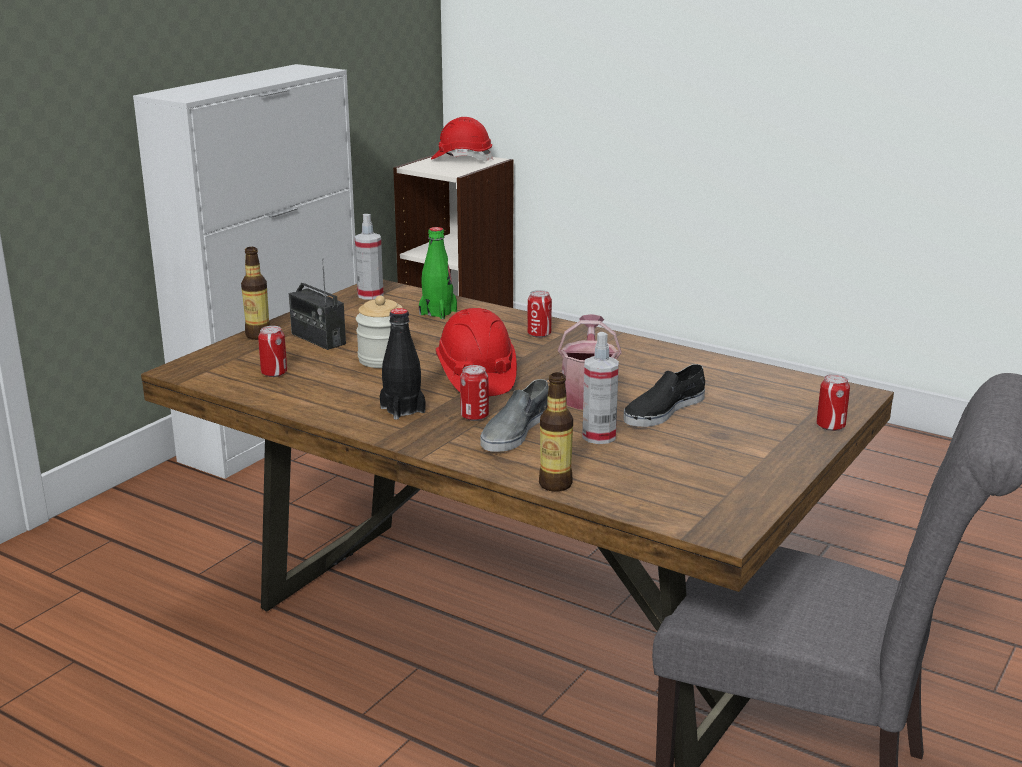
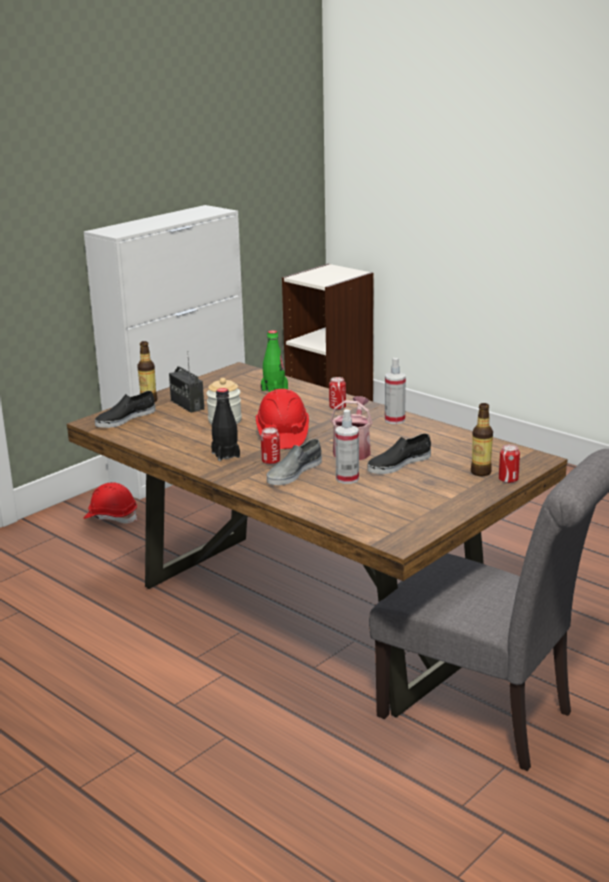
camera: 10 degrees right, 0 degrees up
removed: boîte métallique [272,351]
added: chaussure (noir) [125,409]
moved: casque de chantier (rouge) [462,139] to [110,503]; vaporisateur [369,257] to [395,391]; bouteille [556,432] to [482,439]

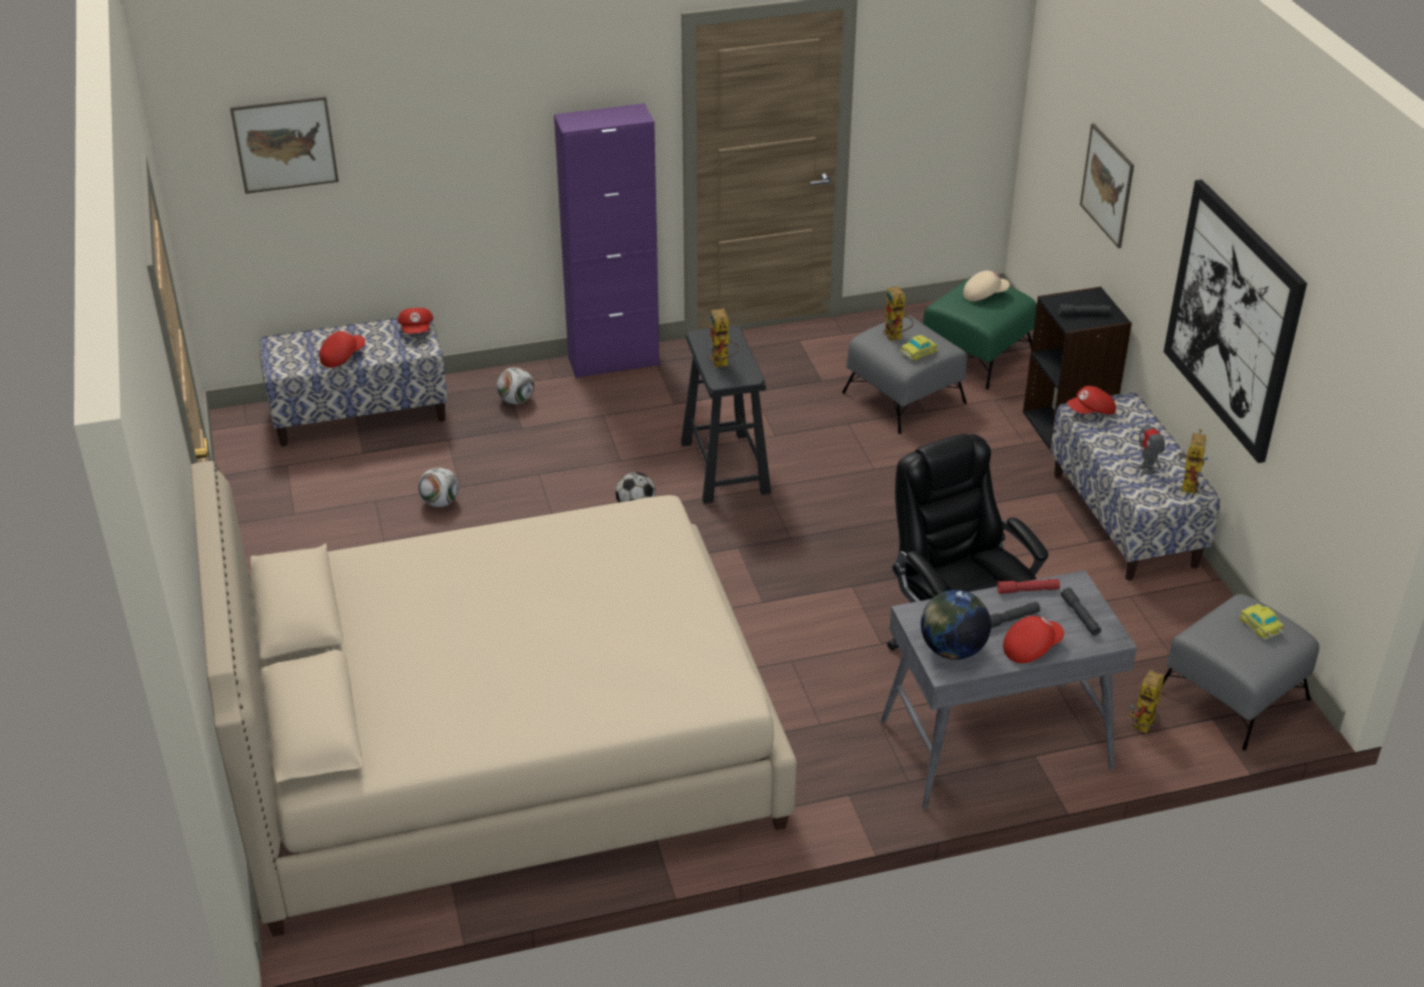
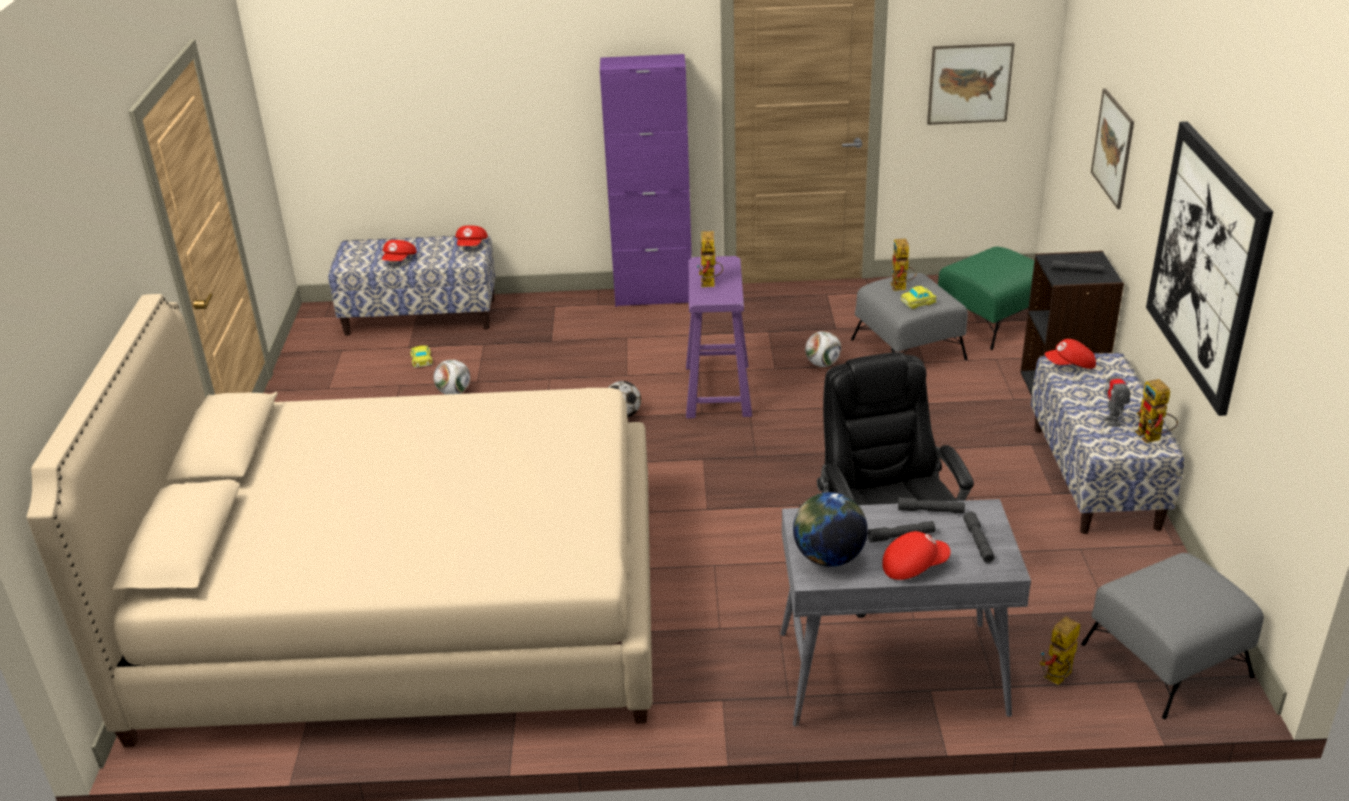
camera: 15 degrees right, 5 degrees down
removed: casquette (beige) [986,286]
moved: petite voiture [1261,622] to [421,356]; ballon de foot [515,385] to [823,349]; tableau [284,145] to [970,84]
recoloured: tabouret (noir) [726,415] to tabouret (violet) [719,337]; lampe de poche (rouge) [1028,586] to lampe de poche (gris) [931,505]
turned: casquette (rouge) [342,349] = [399,250] 135 degrees clockwise; robot jouet [1193,461] = [1156,411] 135 degrees clockwise

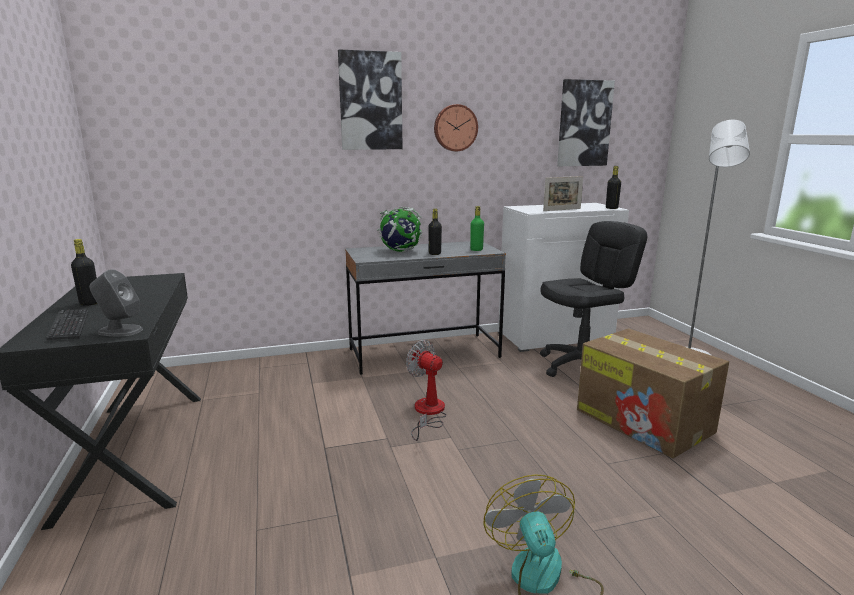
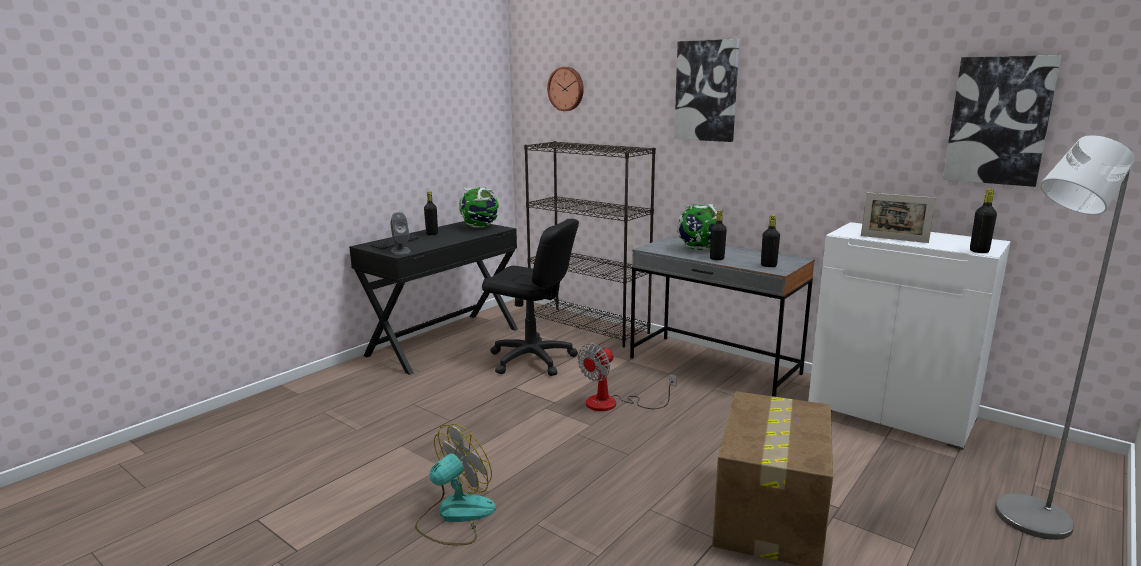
camera: 55 degrees right, 0 degrees up
added: globe [479,207]; bibliothèque (noir) [590,244]
moved: chaise de bureau (noir) [593,299] to [530,297]; horloge murale [456,127] to [565,89]
recoloured: bouteille (vert) [477,228] to bouteille (noir) [770,241]
turned: ventilateur [426,390] = [627,377] 150 degrees counterclockwise

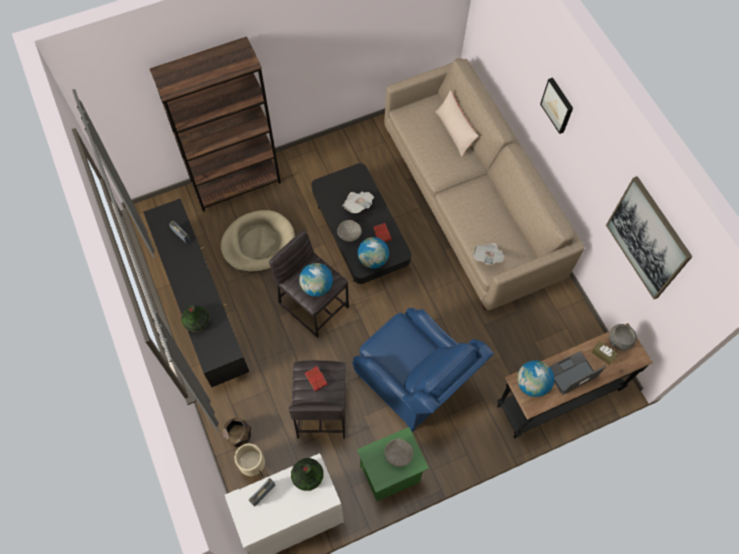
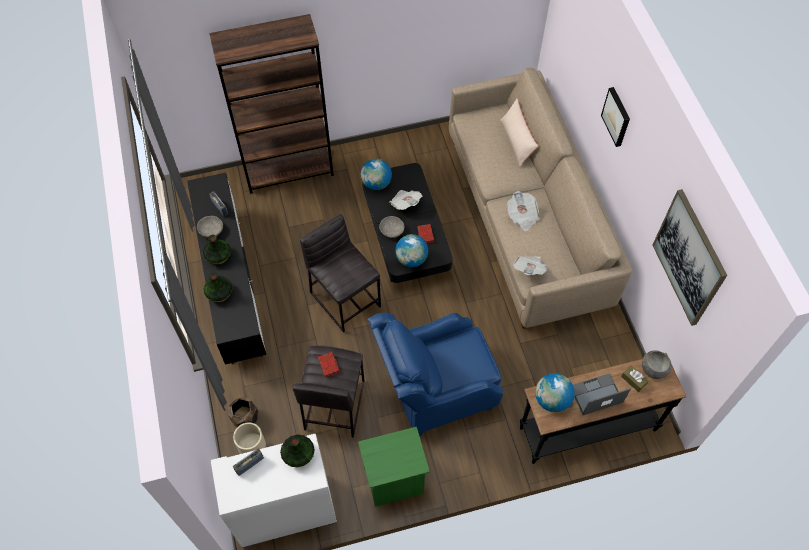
camera: 10 degrees right, 5 degrees down
removed: panier pour chien (beige) [258,241]
added: vase [217,250]; journal [523,211]
moved: bol (gris) [398,453] to [210,227]; globe [316,280] to [376,174]
turned: fauteuil (bleu) [423,370] = [435,374] 105 degrees clockwise

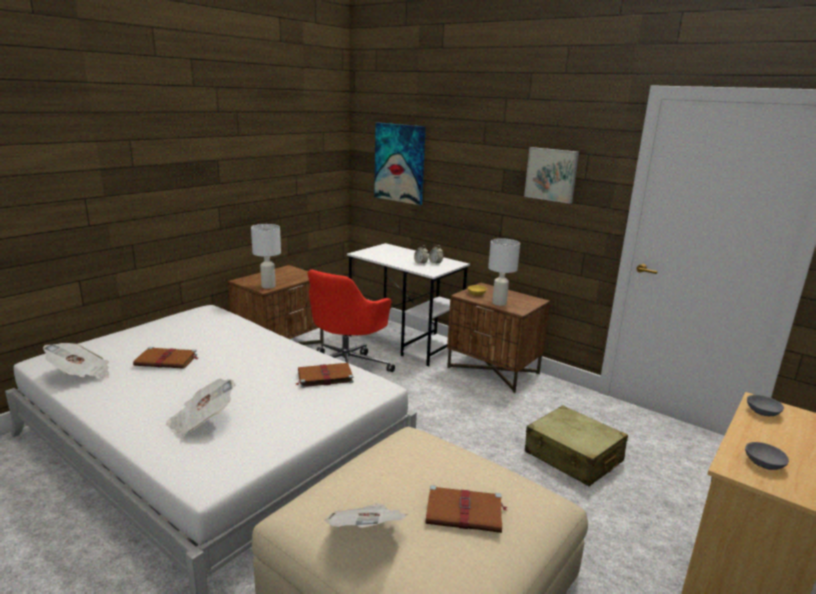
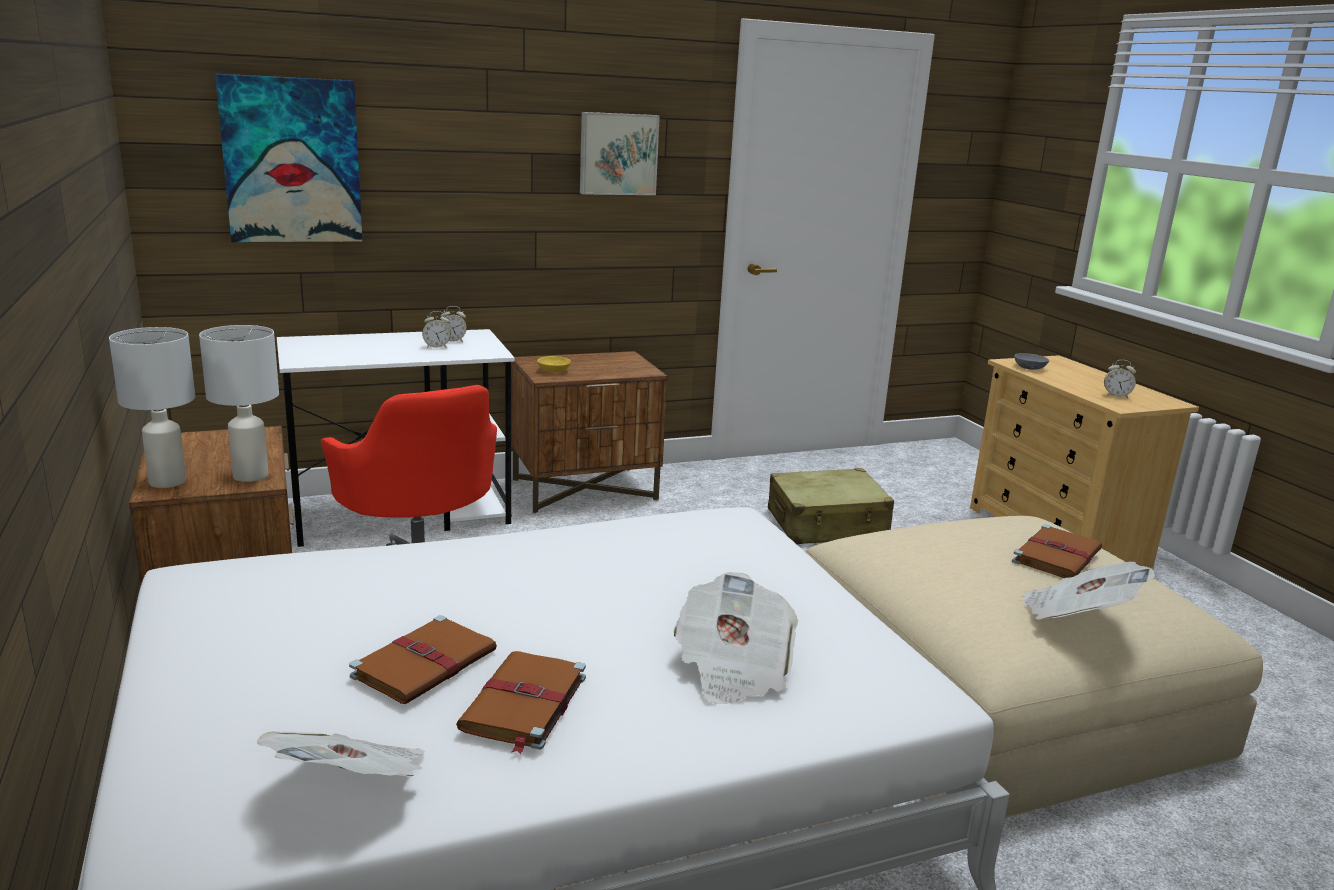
camera: 60 degrees left, 0 degrees up
moved: lampe de table (blanc) [504,272] to [152,407]; livre (marron) [324,375] to [521,702]
replaced: bol (gris) [767,456] to réveil [1120,379]

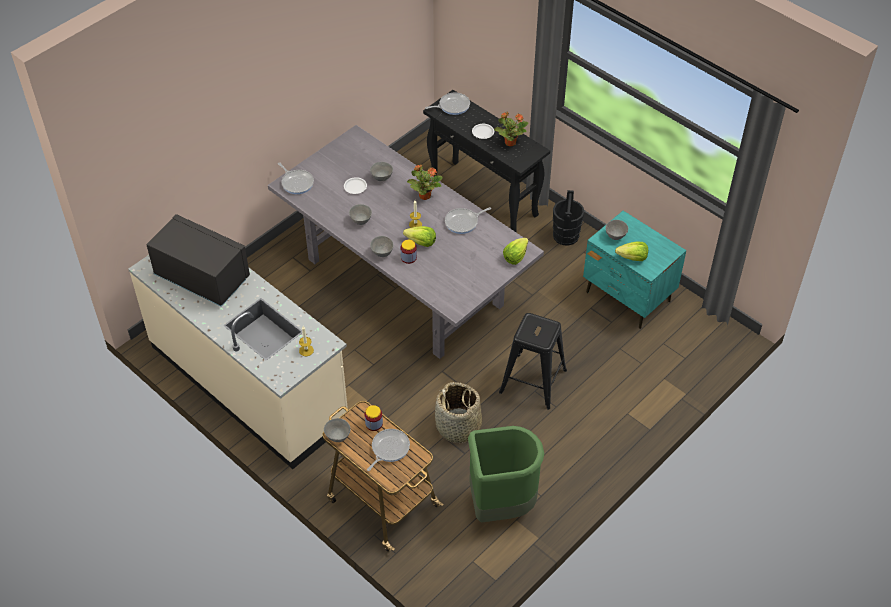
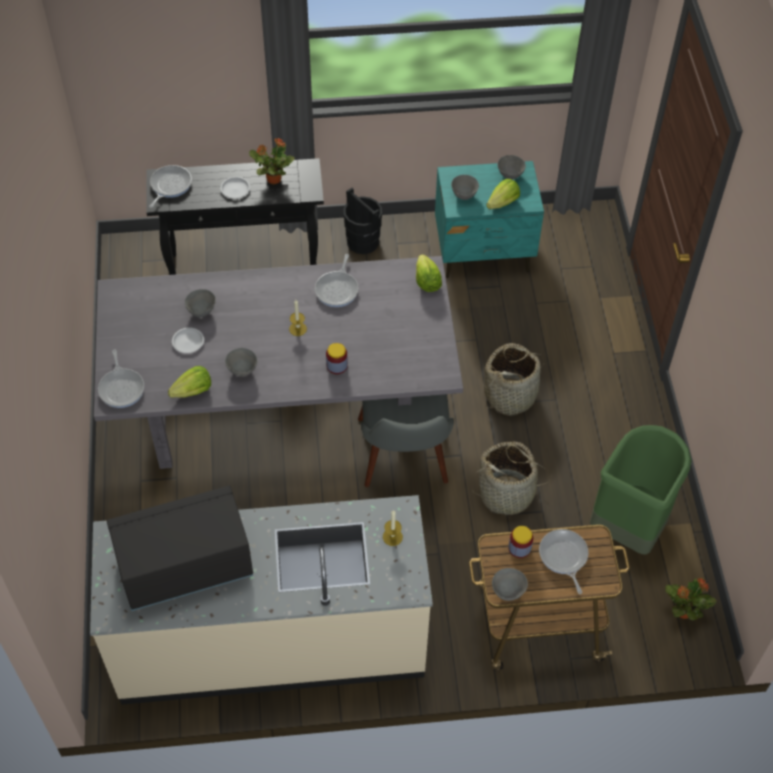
camera: 50 degrees left, 5 degrees up
added: chaise (gris) [406,440]
moved: laitue [419,236] to [189,382]; bol (gris) [382,246] to [511,167]; plante en pot [425,182] to [691,599]
replaced: tabouret (noir) [533,361] to panier [514,379]
turned: poêle [296,178] = [121,379] 75 degrees clockwise

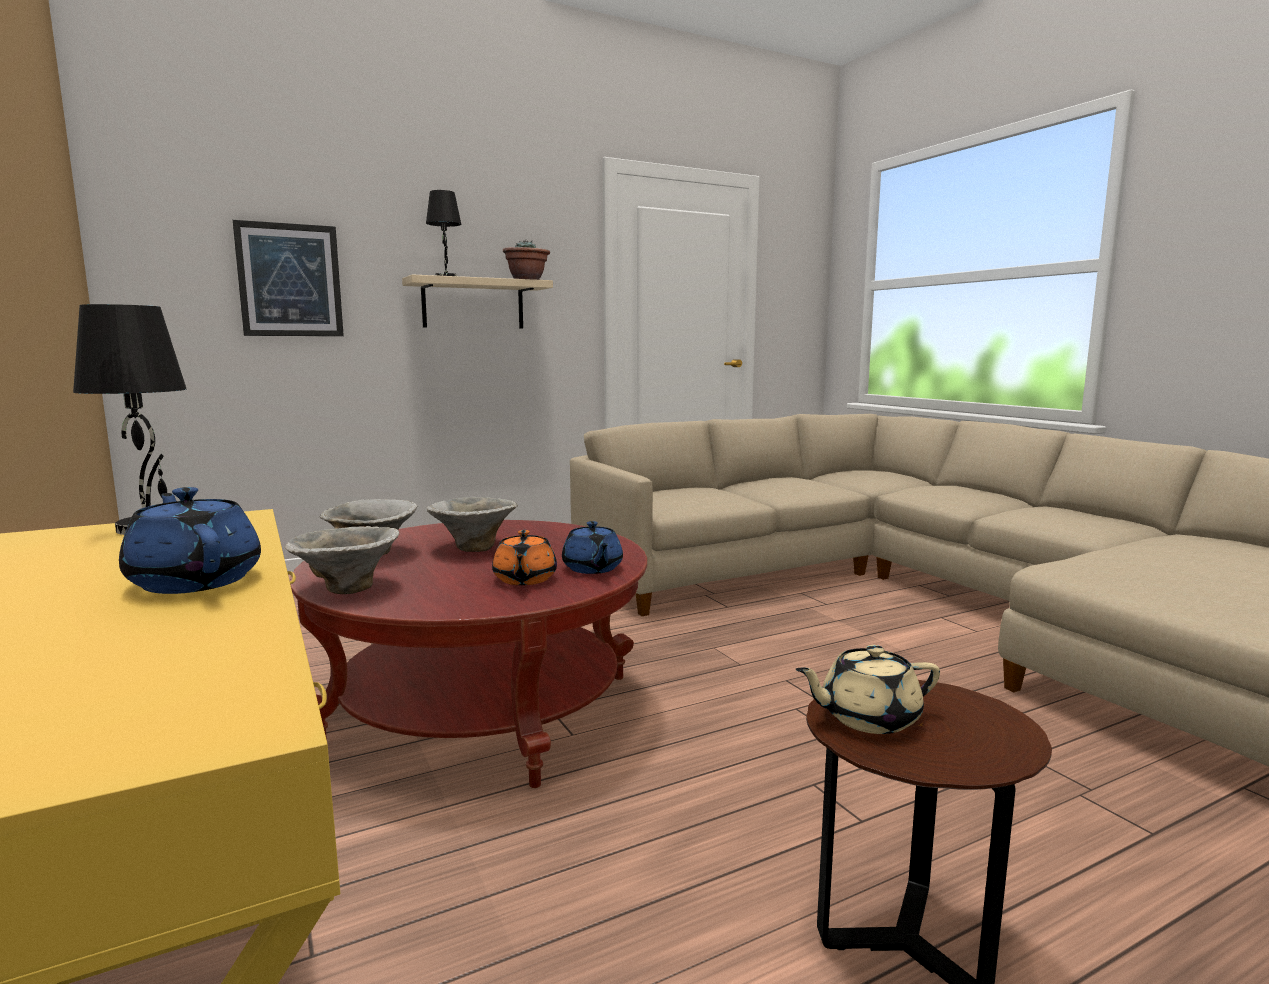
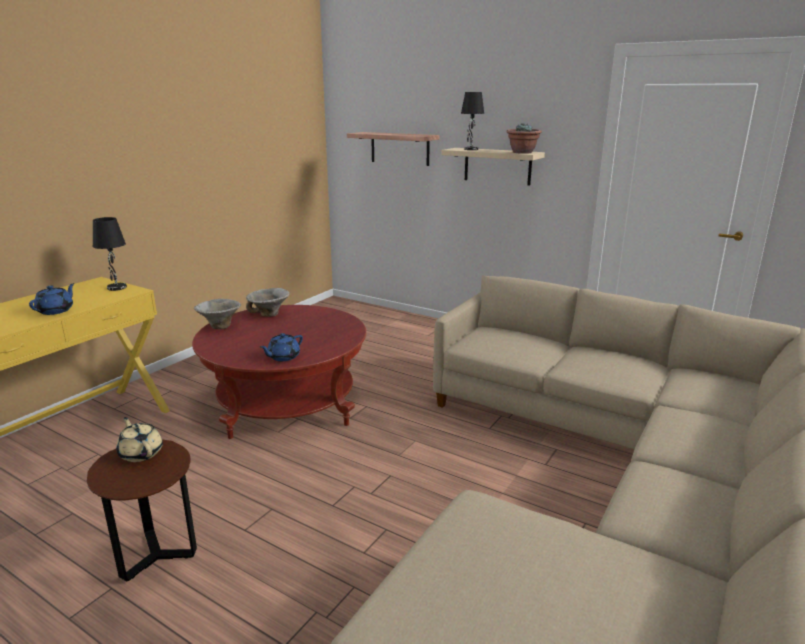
camera: 60 degrees right, 10 degrees up
removed: bol [472,524]; théière (orange) [524,557]
replaced: tableau [288,278] to étagère [393,149]

